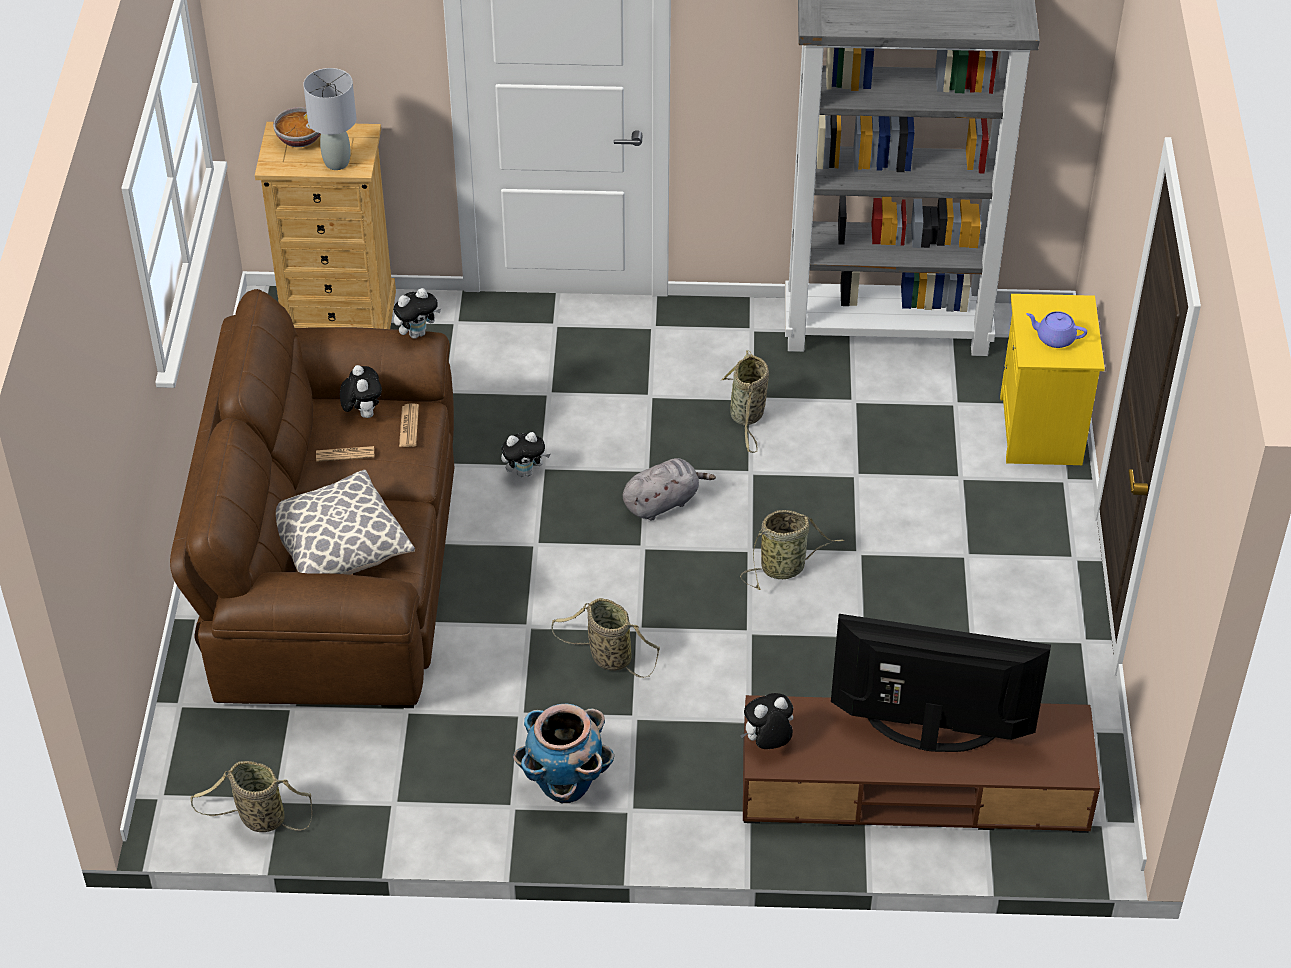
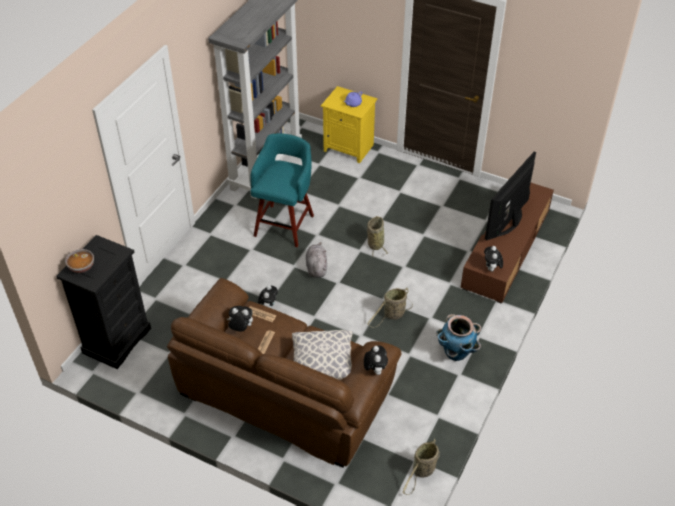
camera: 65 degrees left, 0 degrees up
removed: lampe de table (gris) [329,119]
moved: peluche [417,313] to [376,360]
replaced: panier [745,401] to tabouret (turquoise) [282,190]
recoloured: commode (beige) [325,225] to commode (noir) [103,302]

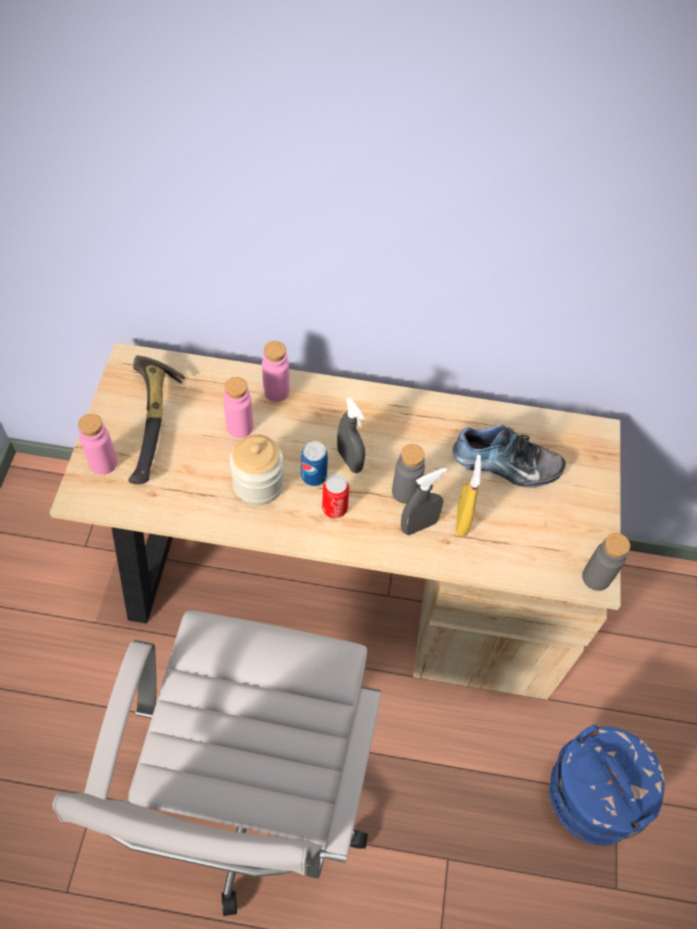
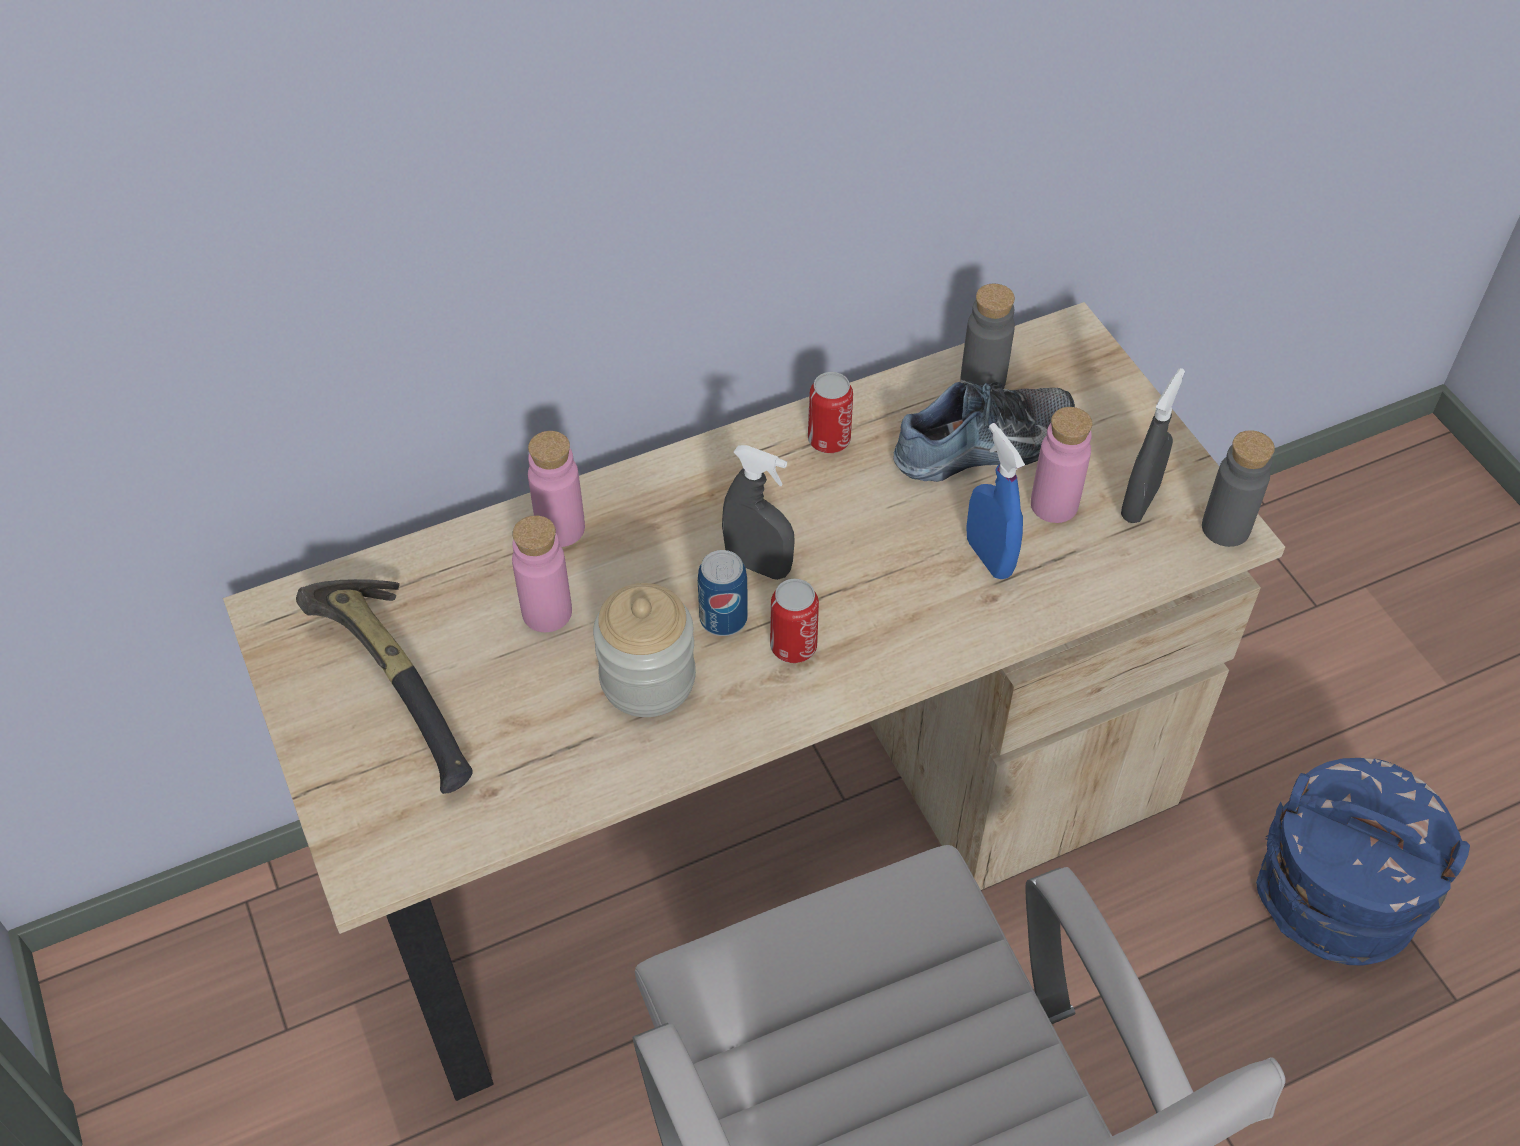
camera: 30 degrees left, 5 degrees down
added: boîte métallique [830,412]
moved: bouteille (gris) [408,474] to [987,337]; bouteille (rose) [97,444] to [1061,465]; vaporisateur (gris) [424,501] to [1153,445]
recoloured: vaporisateur (jaune) [469,496] to vaporisateur (bleu) [995,501]

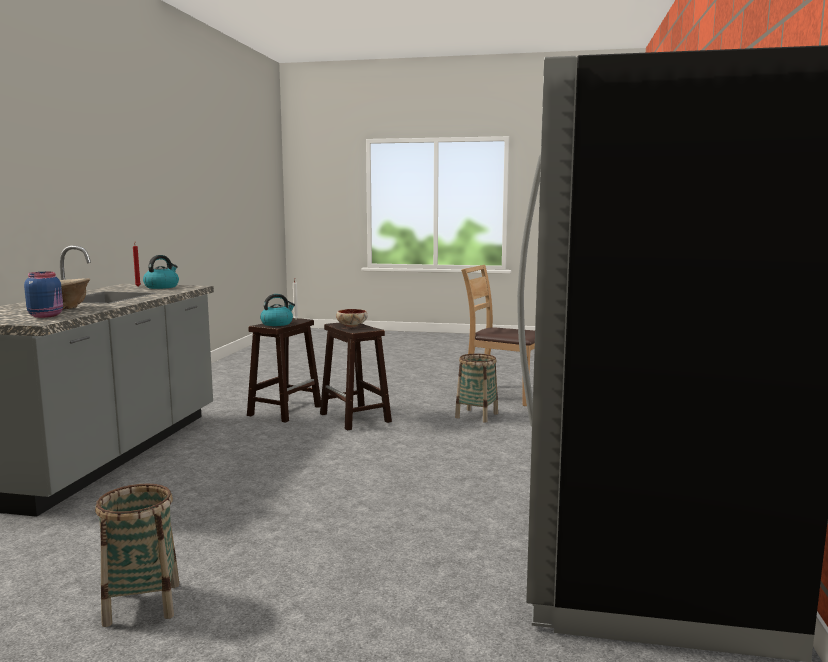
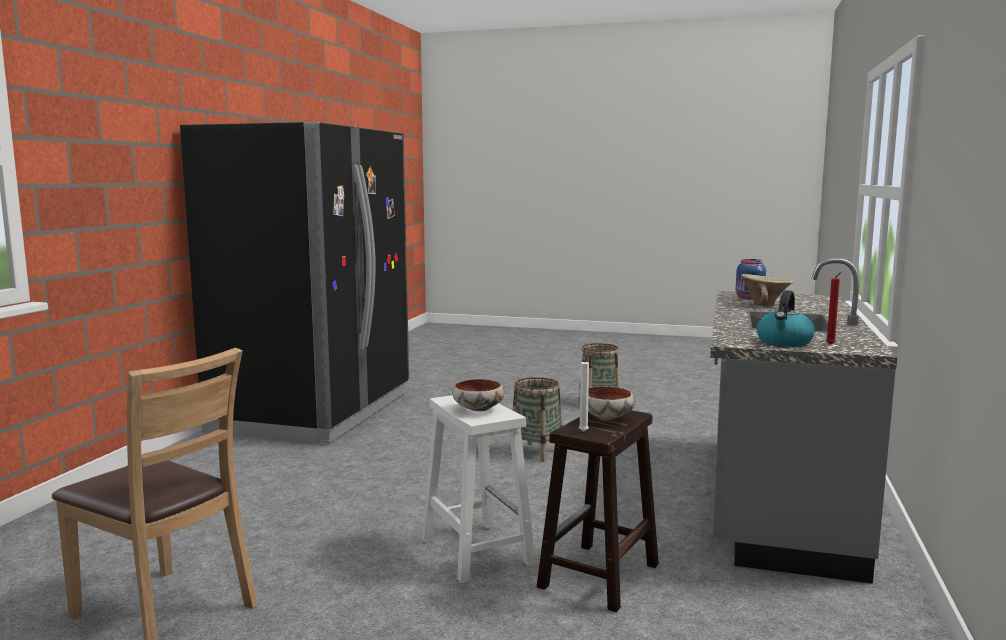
camera: 175 degrees left, 0 degrees up
moved: panier [476,388] to [535,419]
replaced: bouilloire [277,310] to bol [611,403]
recoloured: tabouret (marron) [356,376] to tabouret (blanc) [479,489]

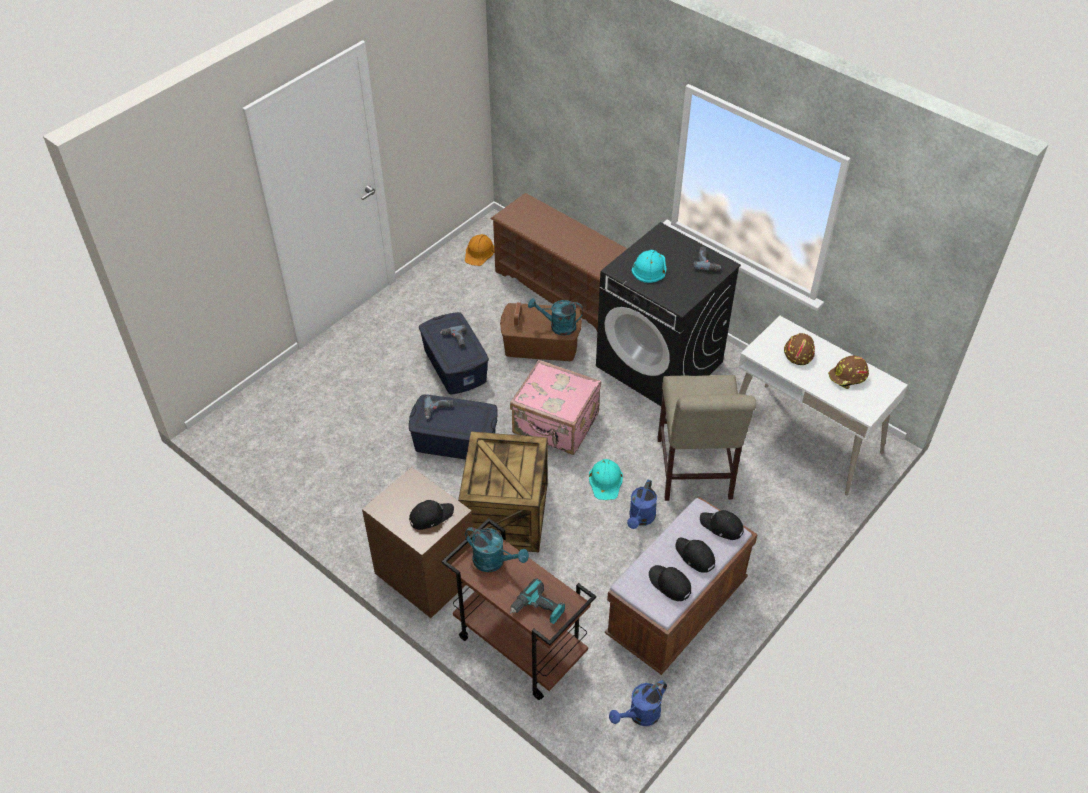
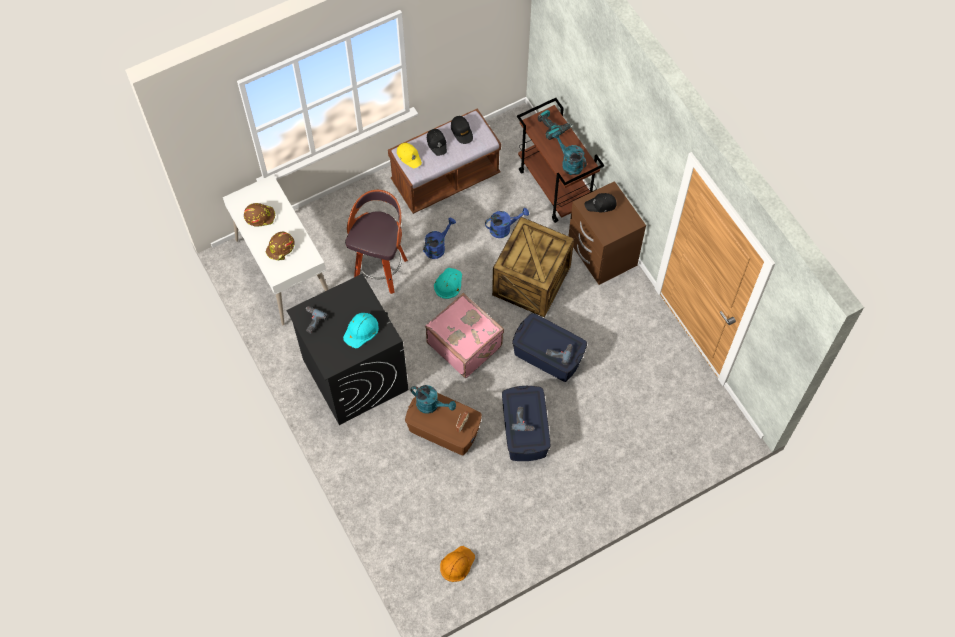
camera: 160 degrees left, 15 degrees up
removed: étagère à chaussures (marron) [558,262]
moved: arrosoir (bleu) [638,703] to [507,223]
replaced: chaise (beige) [706,438] to tabouret [376,242]
recoloured: casquette (noir) [722,525] to casquette (jaune) [409,155]

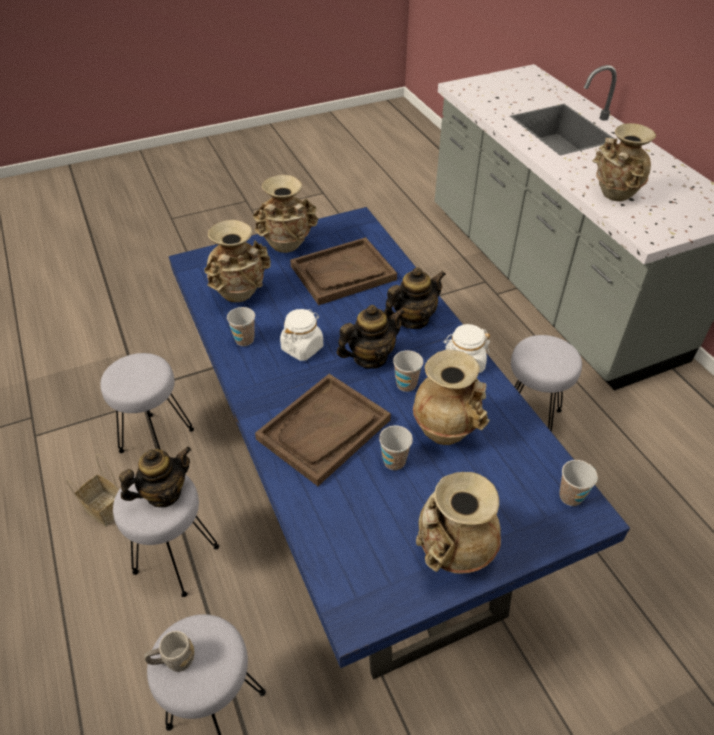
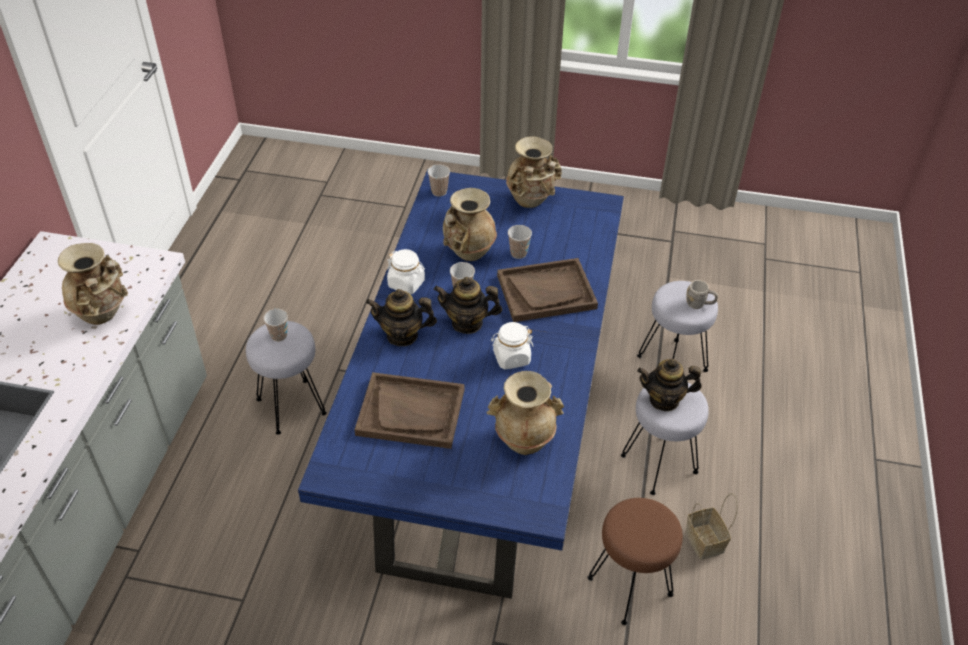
camera: 145 degrees left, 0 degrees up
removed: vase (beige) [285,214]
moved: tasse [241,326] to [276,325]
recoloured: tabouret (gris) [147,403] to tabouret (marron) [635,561]

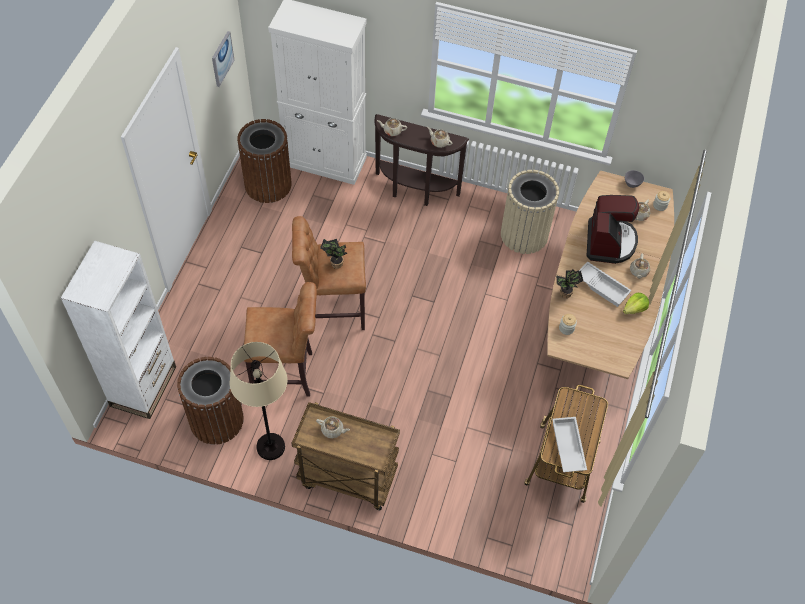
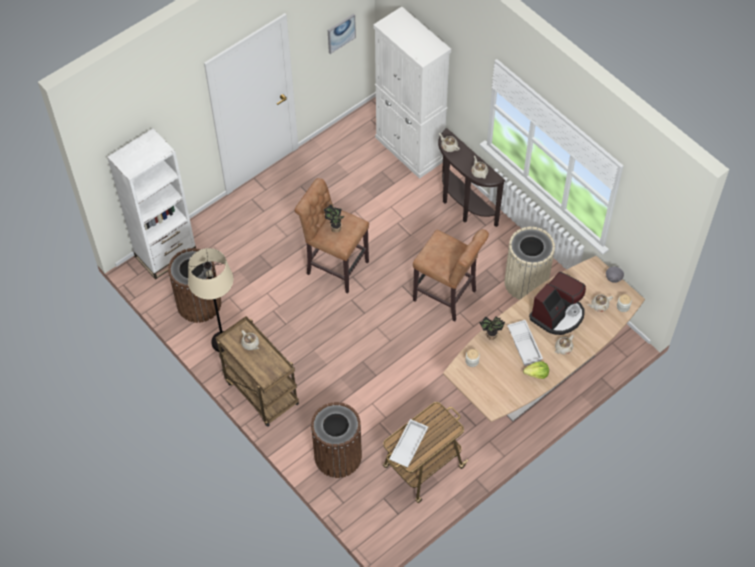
camera: 35 degrees right, 0 degrees up
moved: poubelle (marron) [264,161] to [336,440]; tabouret (marron) [280,339] to [451,275]

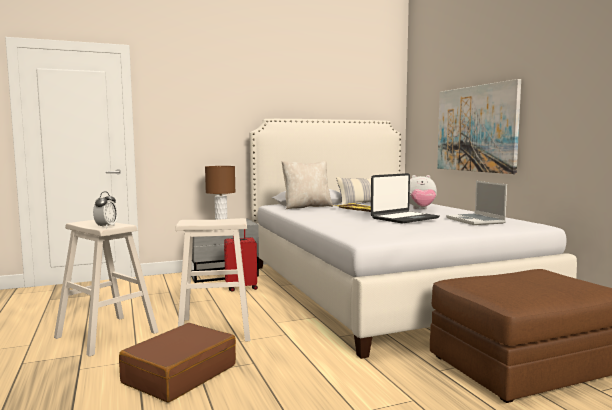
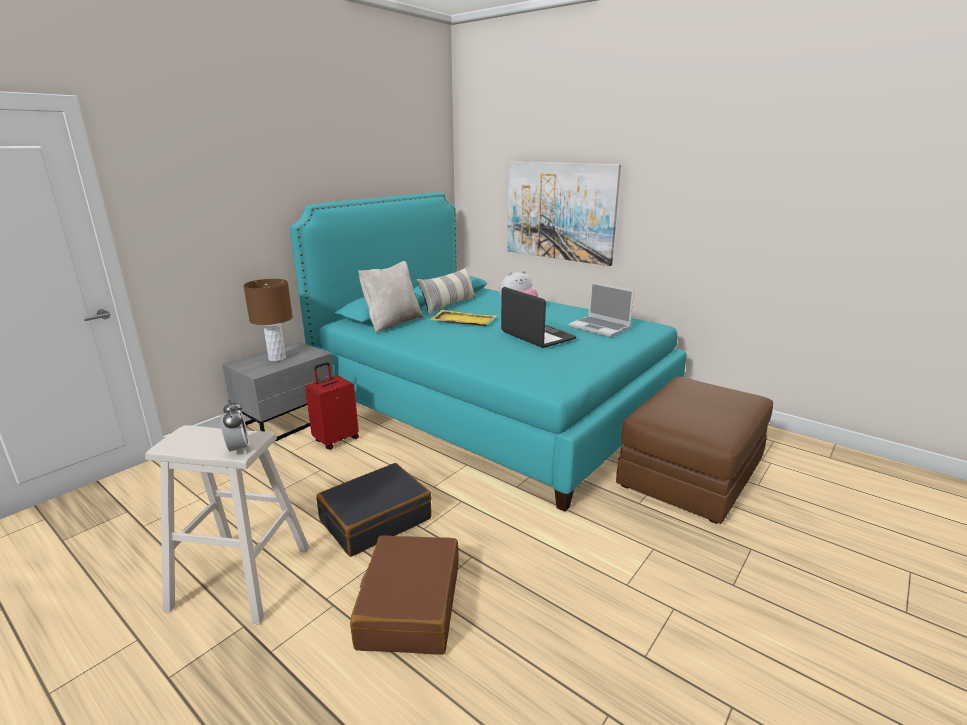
camera: 30 degrees left, 15 degrees up
replaced: tabouret (beige) [213,280] to valise (noir) [374,510]
recoloured: lit (blanc) [413,239] to lit (turquoise) [488,352]
turned: ordinateur portable [405,198] = [538,317] 60 degrees counterclockwise

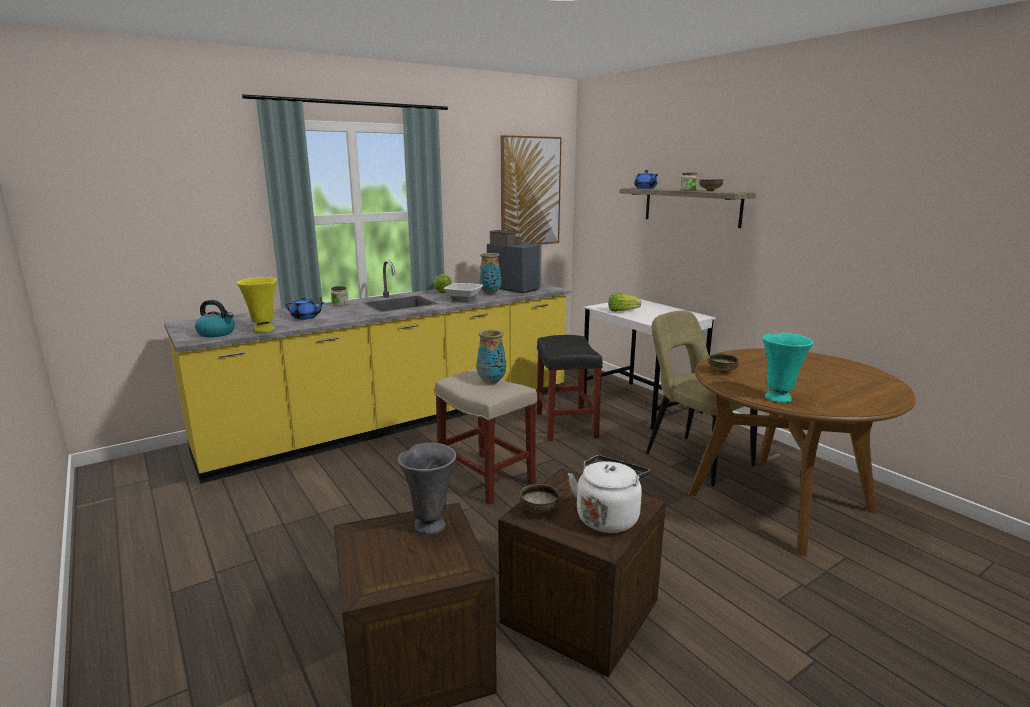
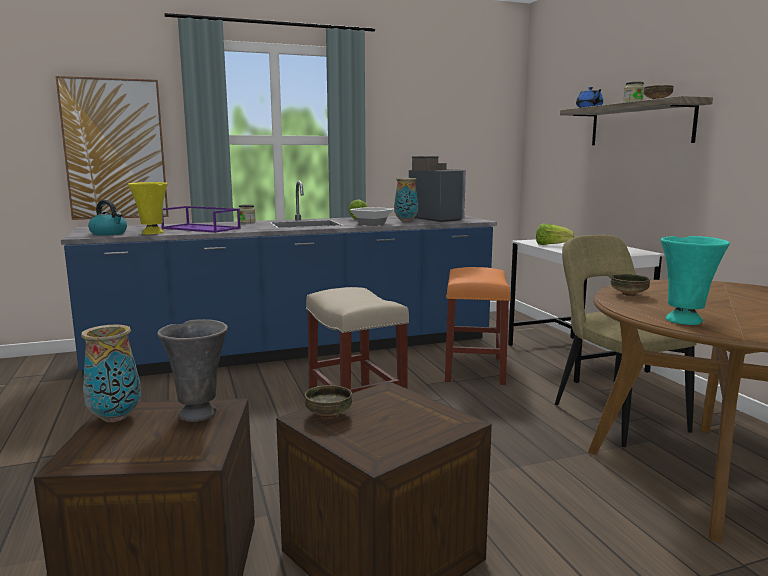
camera: 15 degrees right, 5 degrees down
removed: bouilloire (blanc) [609,494]
moved: tableau [531,189] to [112,148]; vase [491,356] to [111,373]
replaced: théière (bleu) [305,308] to plateau (violet) [201,219]
recoloured: comptoir de cuisine (jaune) [367,372] to comptoir de cuisine (bleu) [279,279]; tabouret (noir) [569,388] to tabouret (orange) [478,326]

